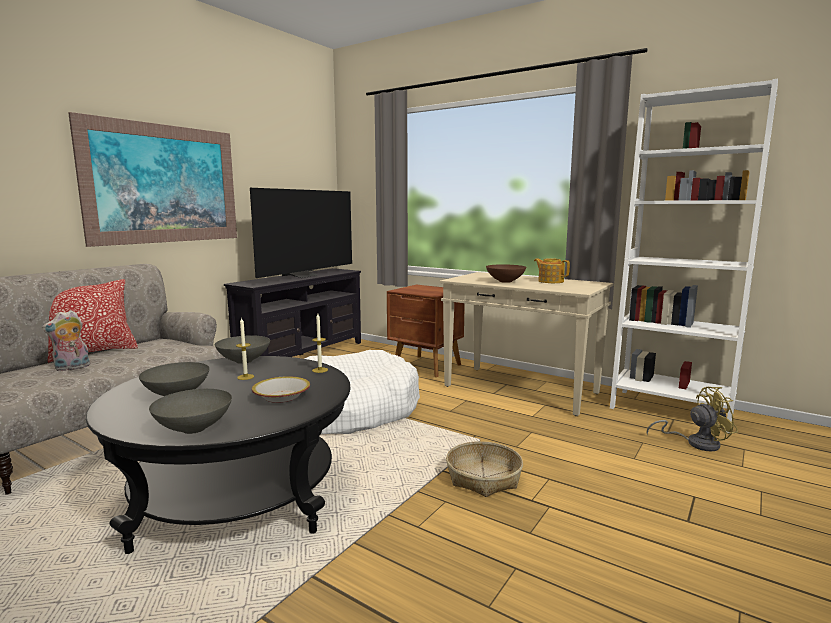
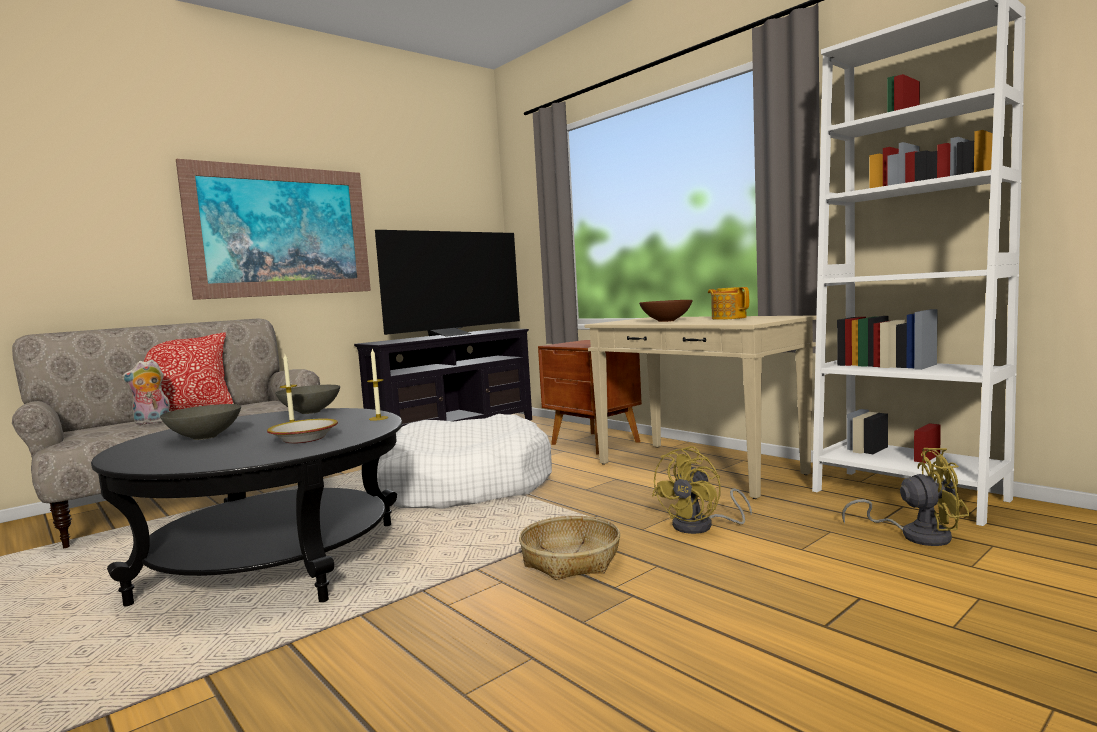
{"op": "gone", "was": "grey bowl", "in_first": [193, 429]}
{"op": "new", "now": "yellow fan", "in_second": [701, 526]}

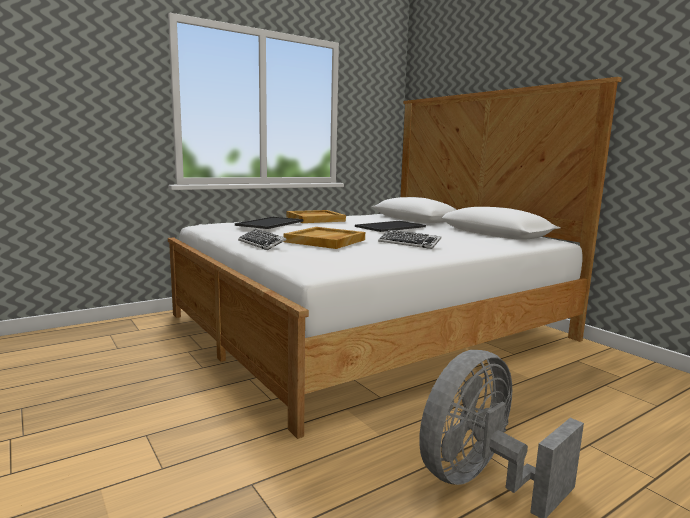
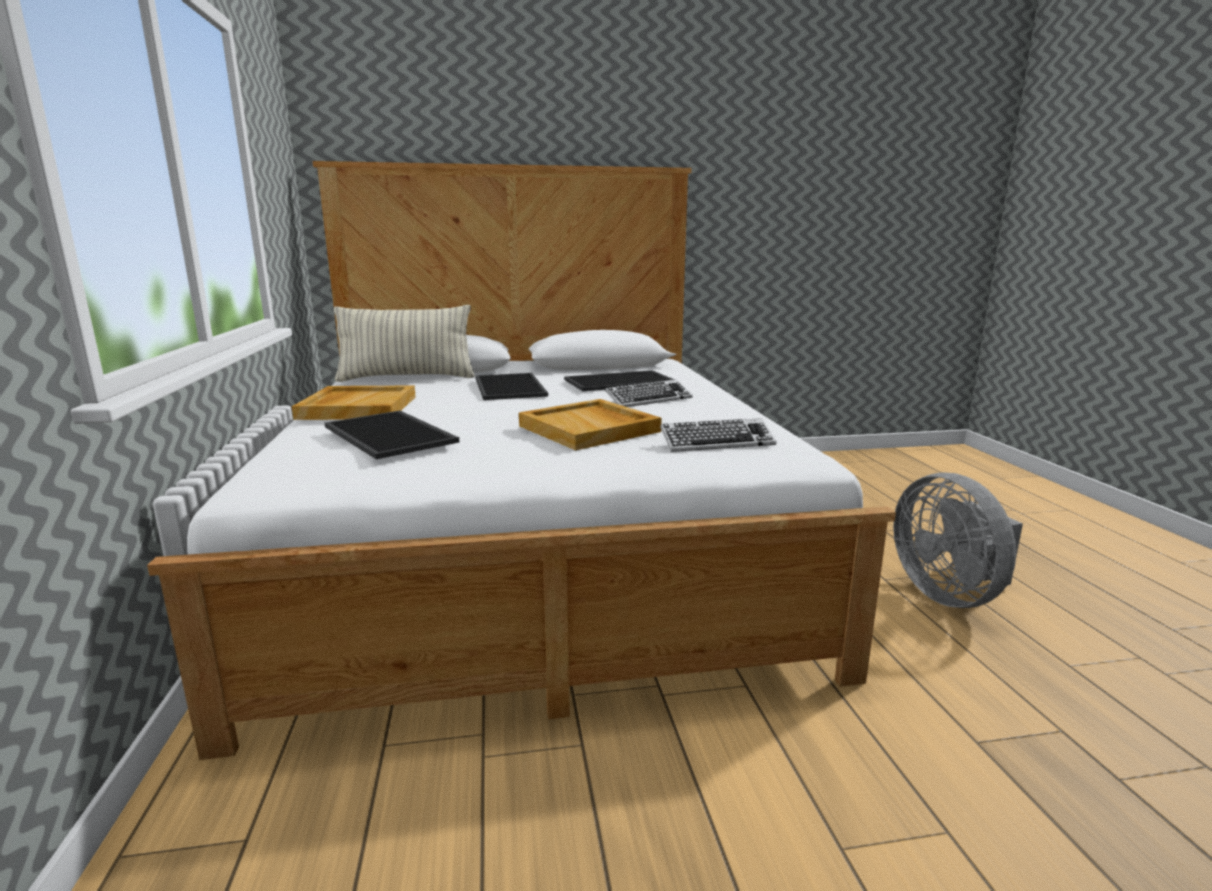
{"op": "shifted", "was": "keyboard", "in_first": [262, 244], "in_second": [717, 442]}
{"op": "new", "now": "pillow", "in_second": [407, 378]}
{"op": "new", "now": "tray", "in_second": [620, 381]}

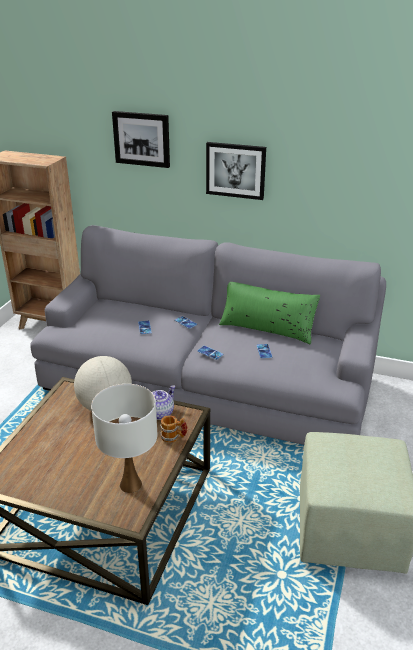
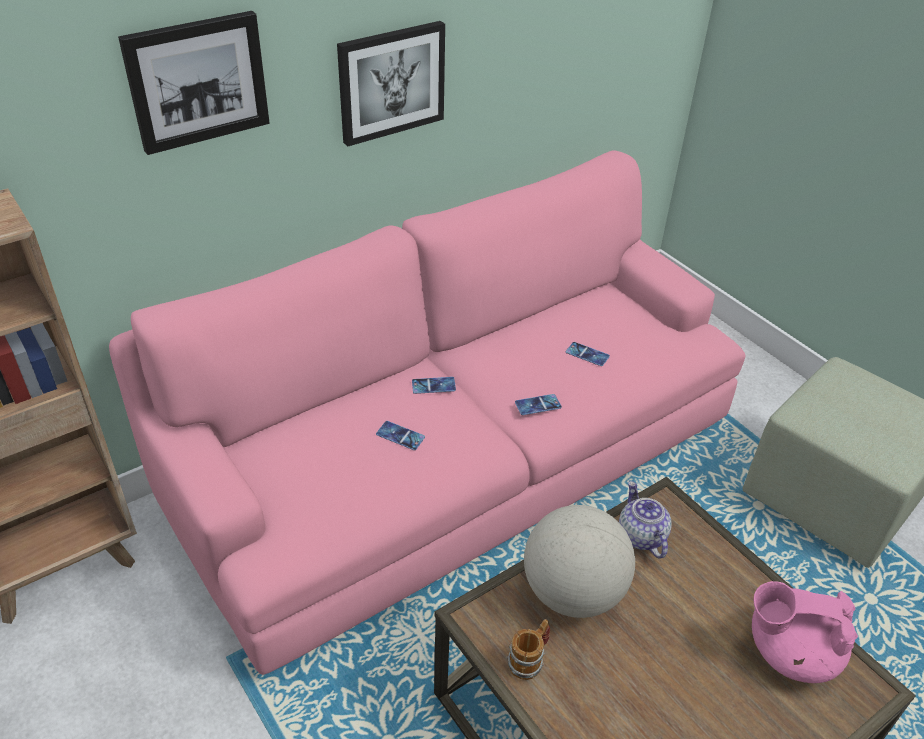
{"op": "repainted", "was": "grey sofa", "now": "pink sofa", "in_first": [207, 384], "in_second": [457, 459]}
{"op": "swapped", "was": "white table lamp", "now": "pink teapot", "in_first": [131, 484], "in_second": [789, 652]}
{"op": "shifted", "was": "mug", "in_first": [173, 437], "in_second": [529, 659]}
{"op": "gone", "was": "green pillow", "in_first": [267, 328]}

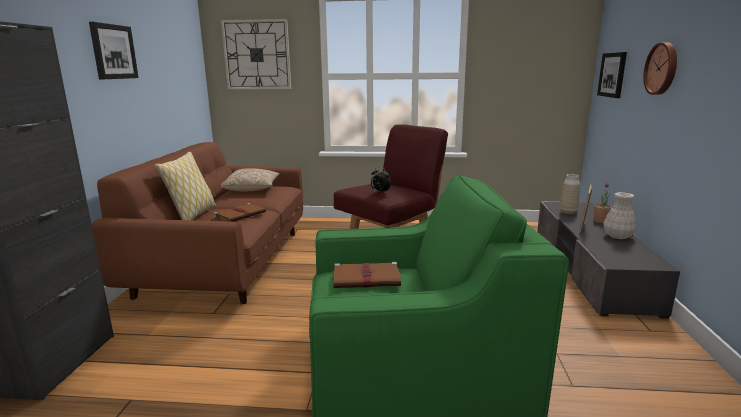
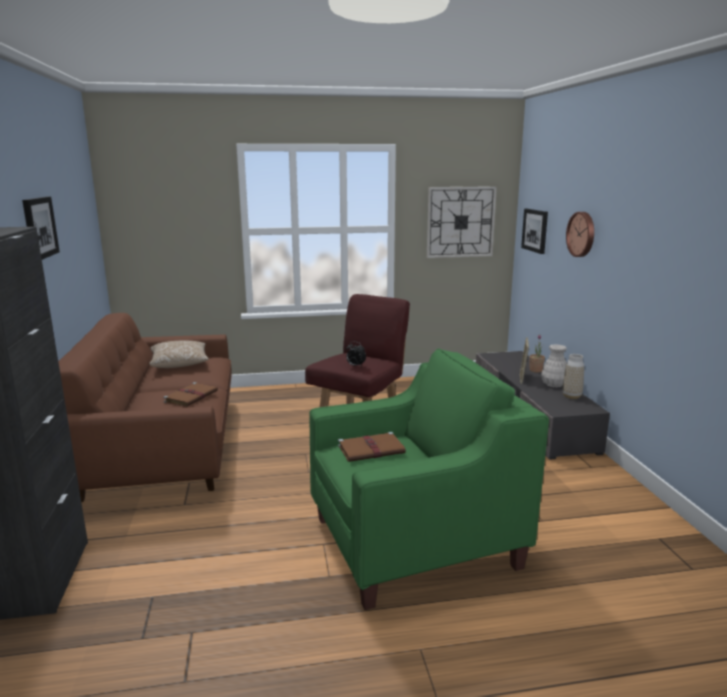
{"op": "gone", "was": "pillow", "in_first": [192, 215]}
{"op": "shifted", "was": "wall clock", "in_first": [257, 55], "in_second": [460, 222]}
{"op": "shifted", "was": "vase", "in_first": [568, 212], "in_second": [571, 396]}

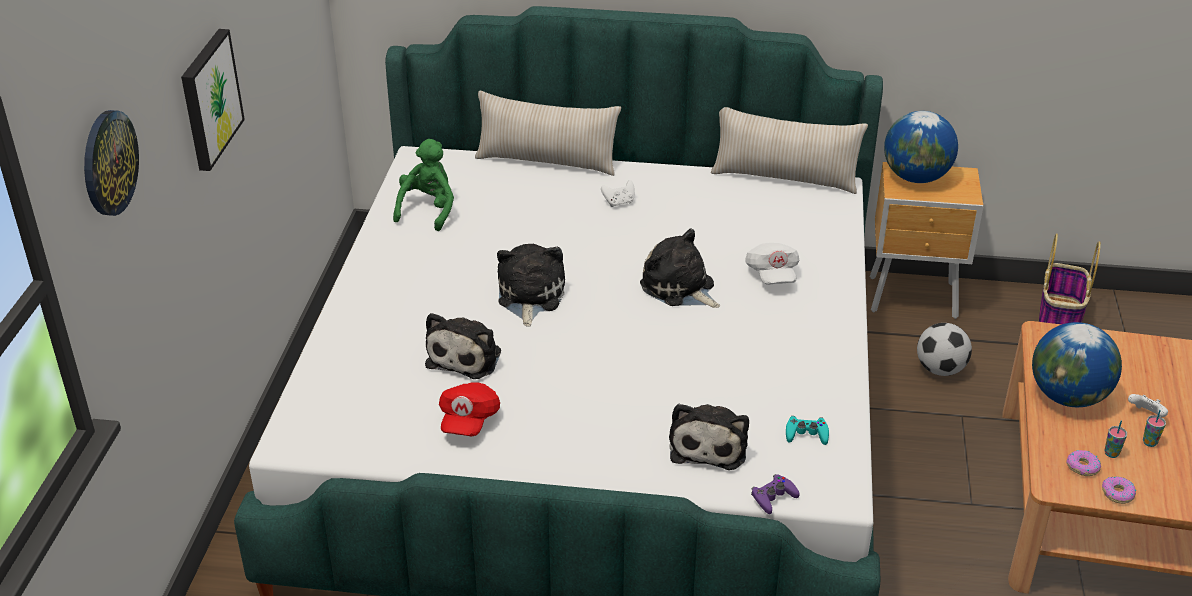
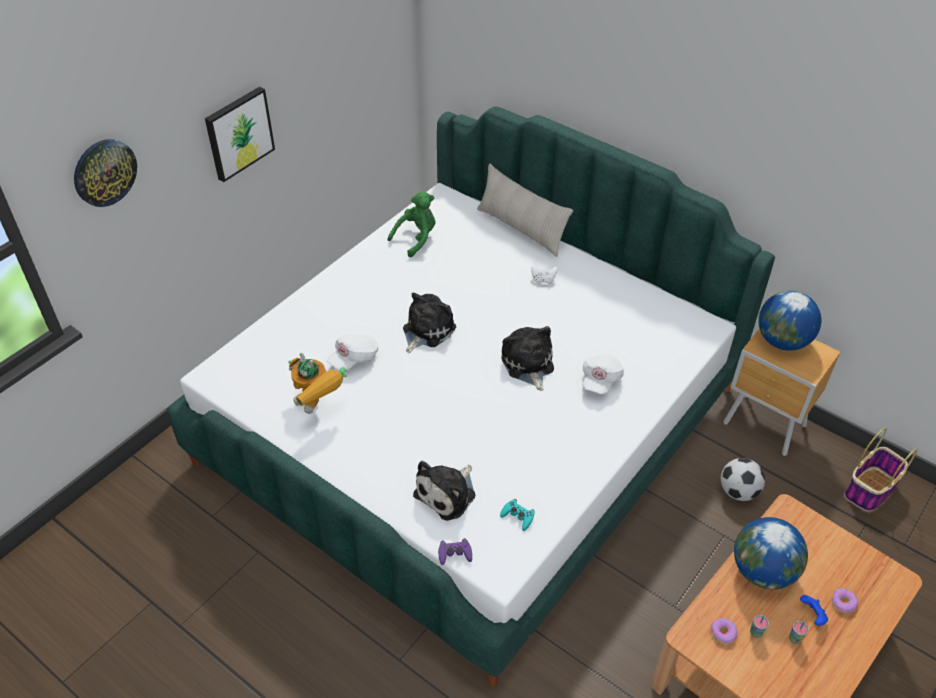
{"op": "swapped", "was": "plush toy", "now": "white cap", "in_first": [466, 356], "in_second": [354, 359]}
{"op": "swapped", "was": "red cap", "now": "toy robot", "in_first": [468, 420], "in_second": [318, 406]}
{"op": "gone", "was": "beige pillow", "in_first": [784, 178]}
{"op": "shifted", "was": "donut", "in_first": [1117, 493], "in_second": [843, 602]}
{"op": "repainted", "was": "white game controller", "now": "blue game controller", "in_first": [1146, 415], "in_second": [812, 615]}

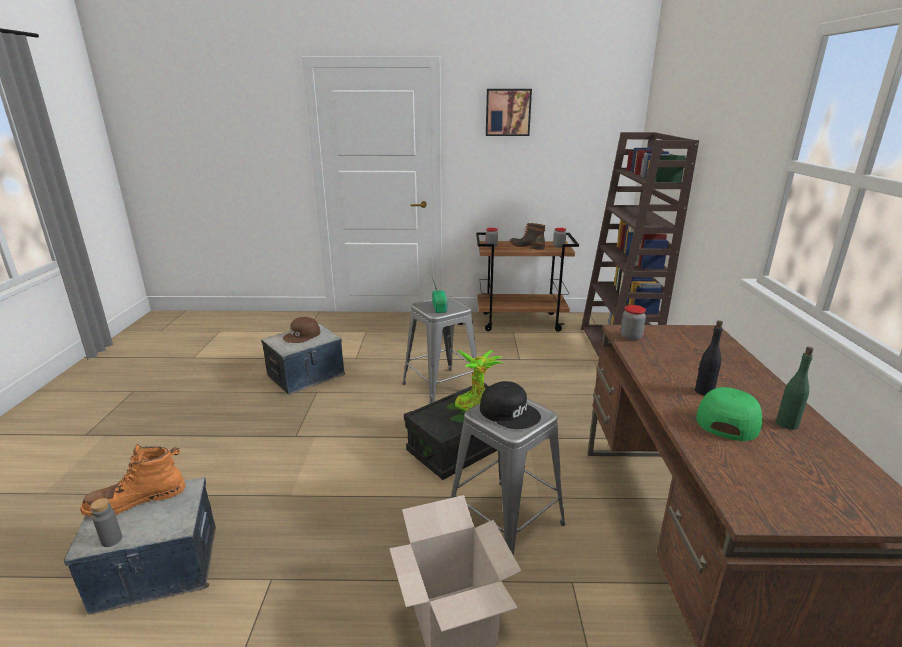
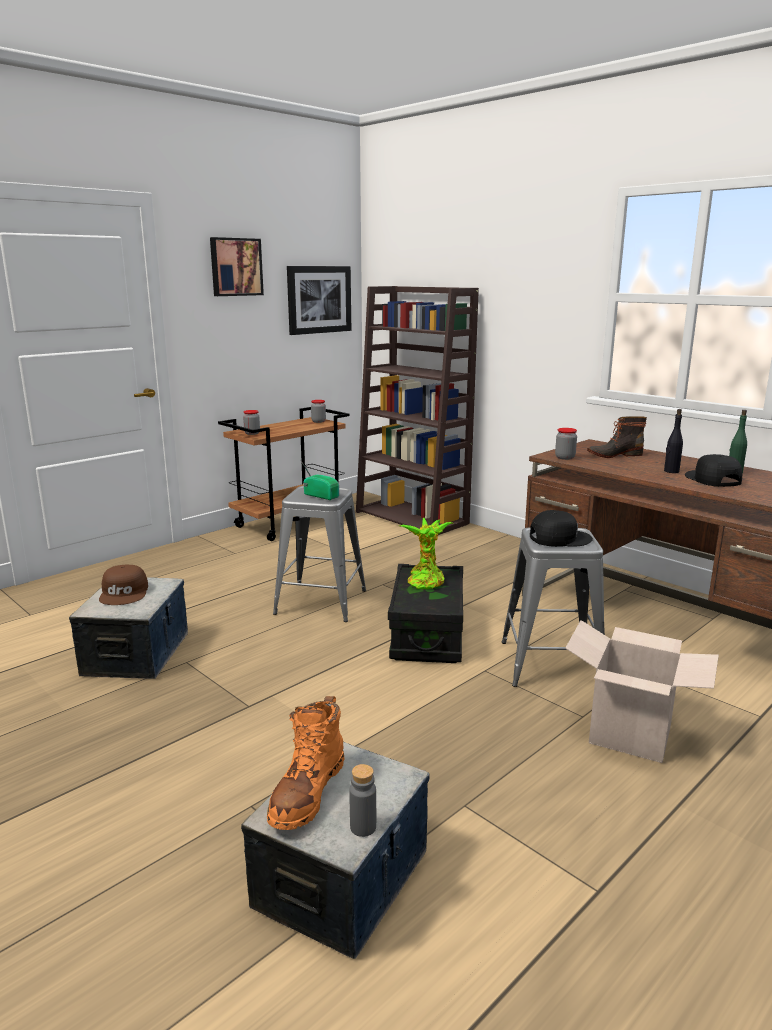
{"op": "shifted", "was": "boot", "in_first": [527, 246], "in_second": [614, 455]}
{"op": "repainted", "was": "green cap", "now": "black cap", "in_first": [726, 419], "in_second": [711, 479]}
{"op": "new", "now": "picture", "in_second": [319, 299]}

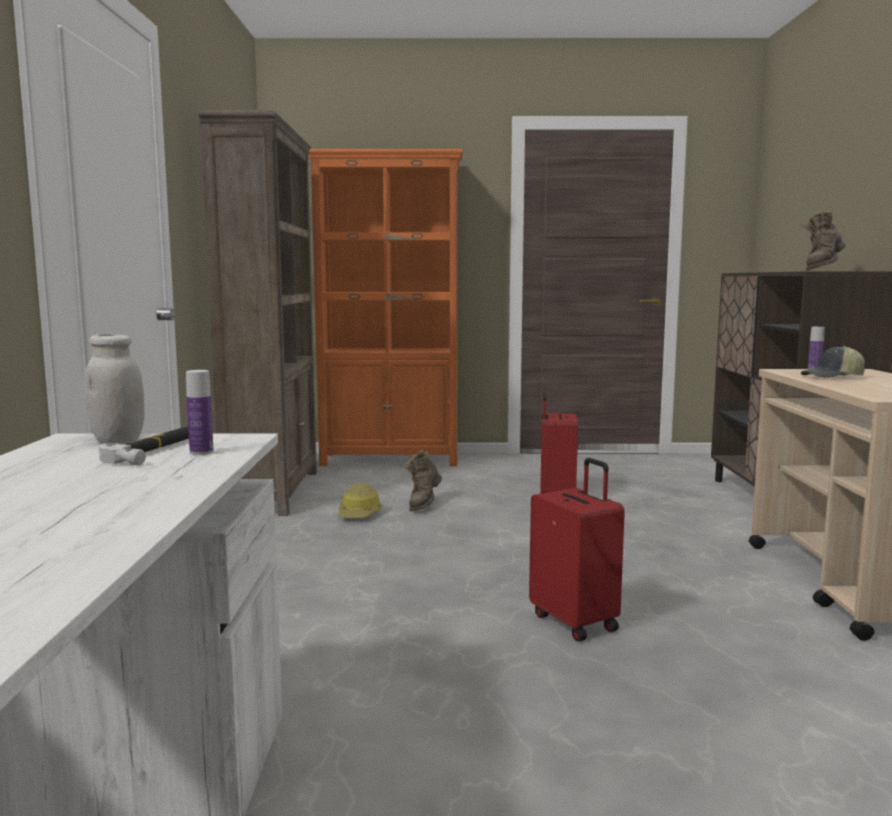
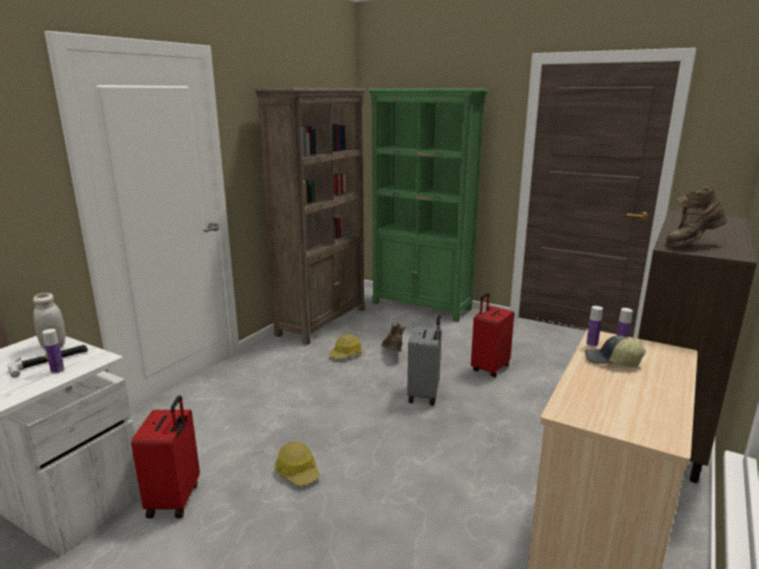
{"op": "repainted", "was": "orange bookcase", "now": "green bookcase", "in_first": [391, 460], "in_second": [422, 306]}
{"op": "rotated", "was": "brown boot", "in_first": [423, 504], "in_second": [393, 354], "clockwise": 120}
{"op": "shifted", "was": "red suitcase", "in_first": [576, 622], "in_second": [175, 500]}
{"op": "new", "now": "hard hat", "in_second": [298, 471]}
{"op": "new", "now": "grey suitcase", "in_second": [424, 394]}
{"op": "new", "now": "bottle", "in_second": [592, 344]}

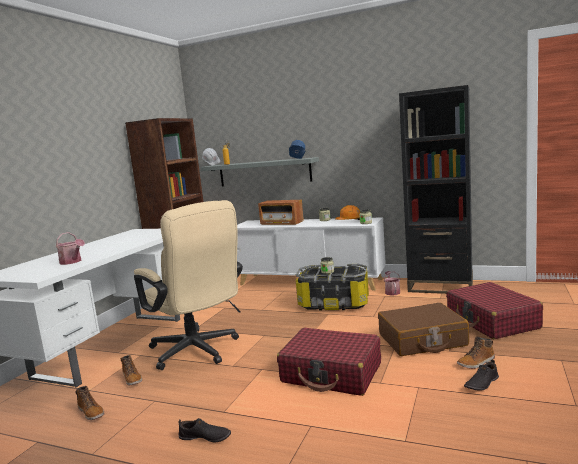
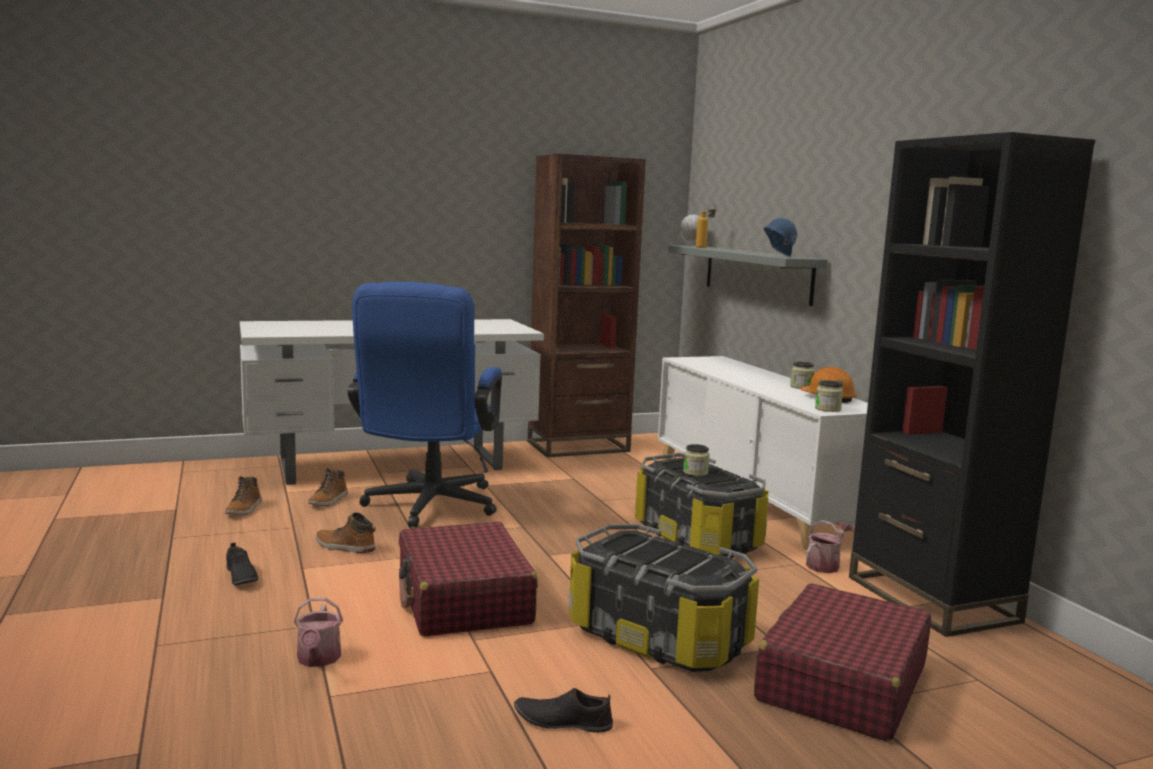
{"op": "shifted", "was": "watering can", "in_first": [72, 262], "in_second": [318, 660]}
{"op": "repainted", "was": "beige office chair", "now": "blue office chair", "in_first": [198, 352], "in_second": [428, 508]}
{"op": "gone", "was": "radio", "in_first": [281, 223]}
{"op": "swapped", "was": "brown suitcase", "now": "storage box", "in_first": [422, 340], "in_second": [659, 637]}
{"op": "shifted", "was": "boot", "in_first": [476, 363], "in_second": [344, 547]}

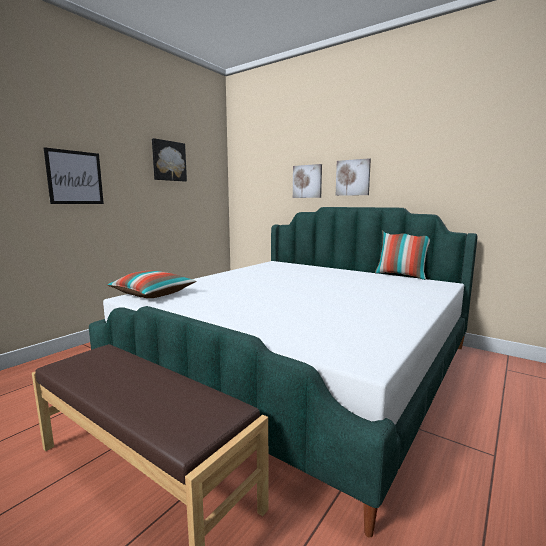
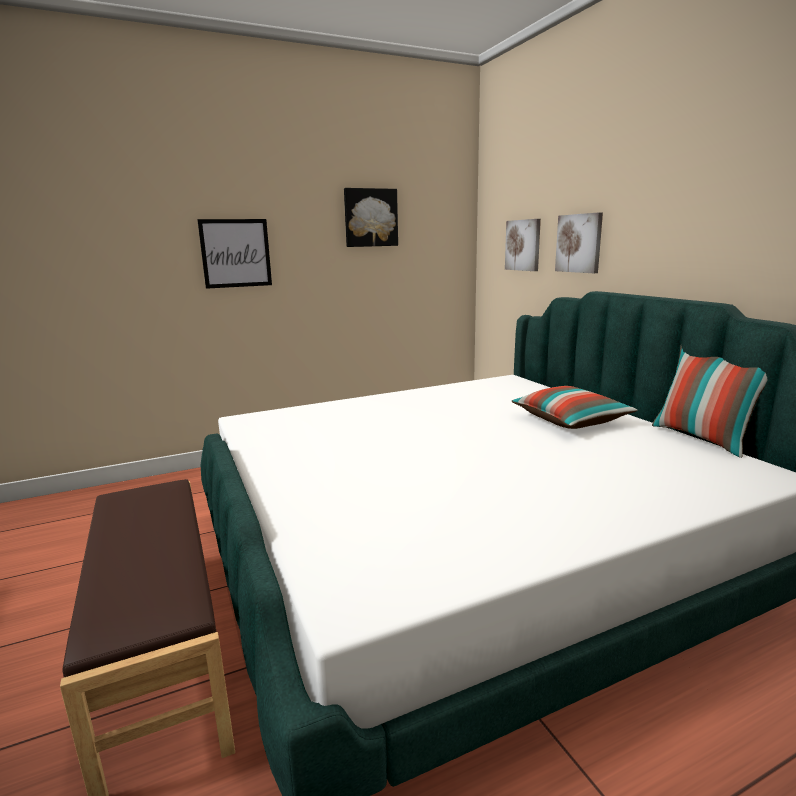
{"op": "shifted", "was": "pillow", "in_first": [153, 294], "in_second": [570, 421]}
{"op": "shifted", "was": "picture", "in_first": [353, 177], "in_second": [523, 245]}

